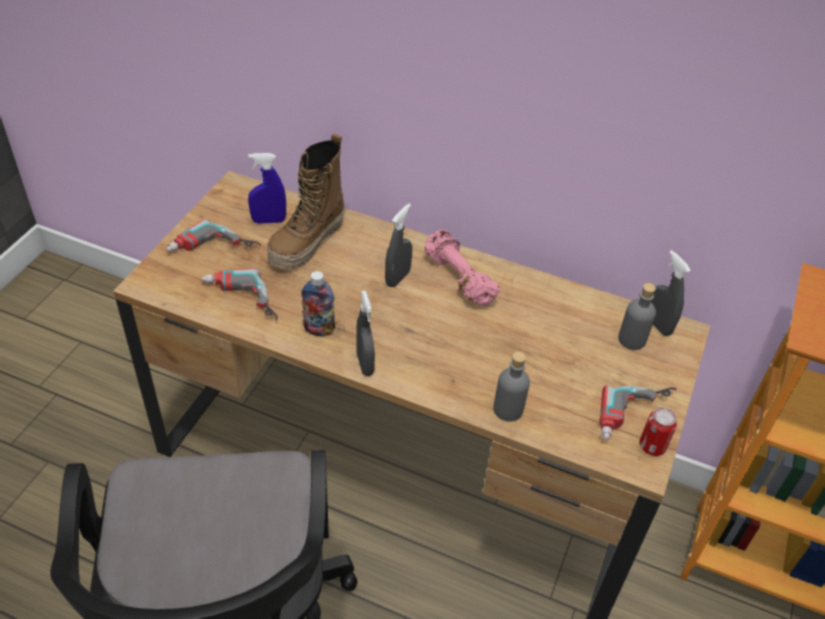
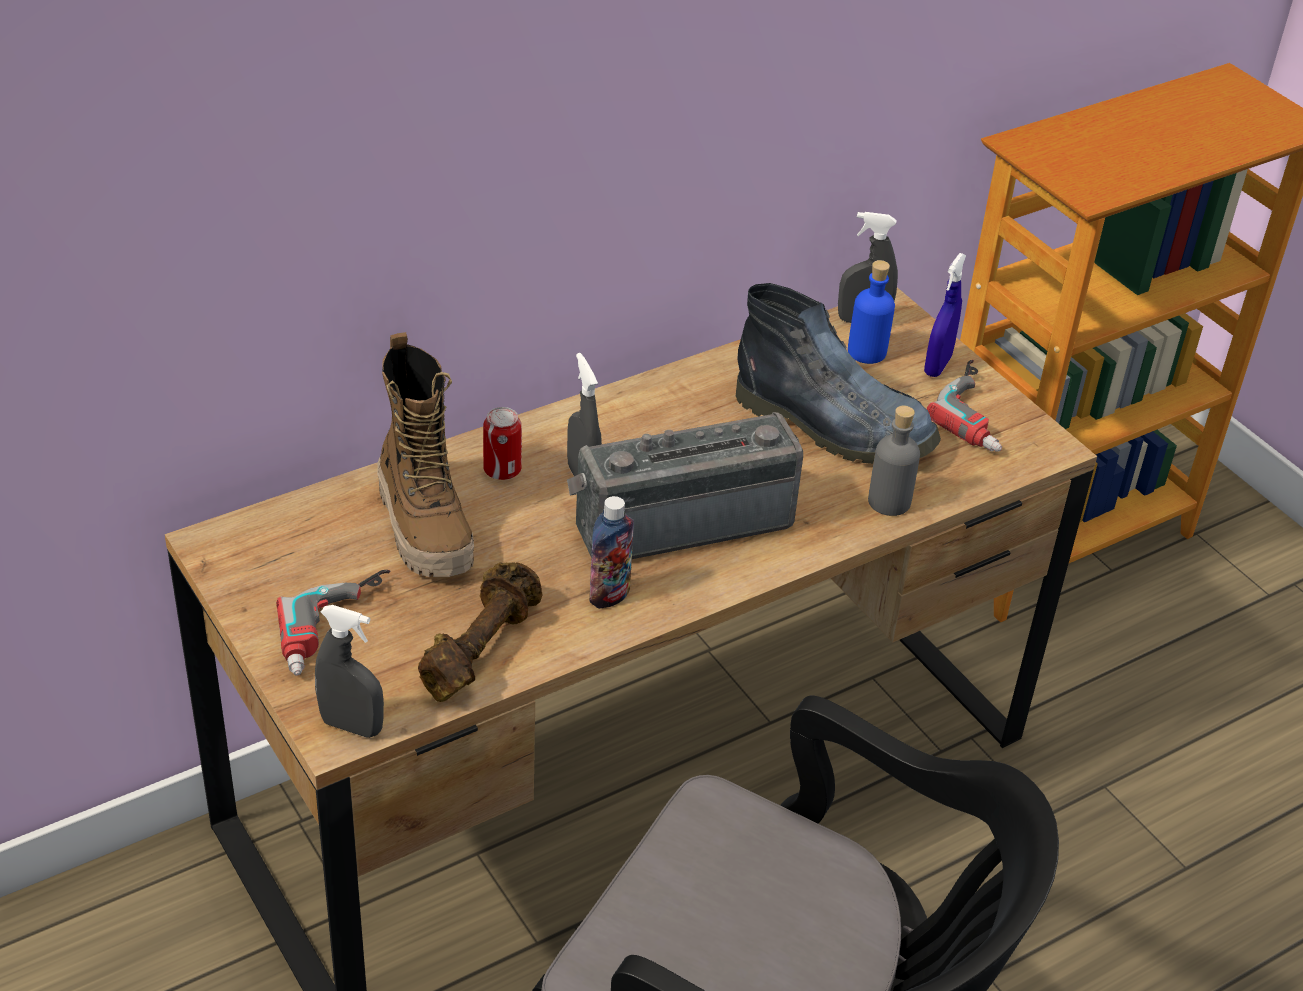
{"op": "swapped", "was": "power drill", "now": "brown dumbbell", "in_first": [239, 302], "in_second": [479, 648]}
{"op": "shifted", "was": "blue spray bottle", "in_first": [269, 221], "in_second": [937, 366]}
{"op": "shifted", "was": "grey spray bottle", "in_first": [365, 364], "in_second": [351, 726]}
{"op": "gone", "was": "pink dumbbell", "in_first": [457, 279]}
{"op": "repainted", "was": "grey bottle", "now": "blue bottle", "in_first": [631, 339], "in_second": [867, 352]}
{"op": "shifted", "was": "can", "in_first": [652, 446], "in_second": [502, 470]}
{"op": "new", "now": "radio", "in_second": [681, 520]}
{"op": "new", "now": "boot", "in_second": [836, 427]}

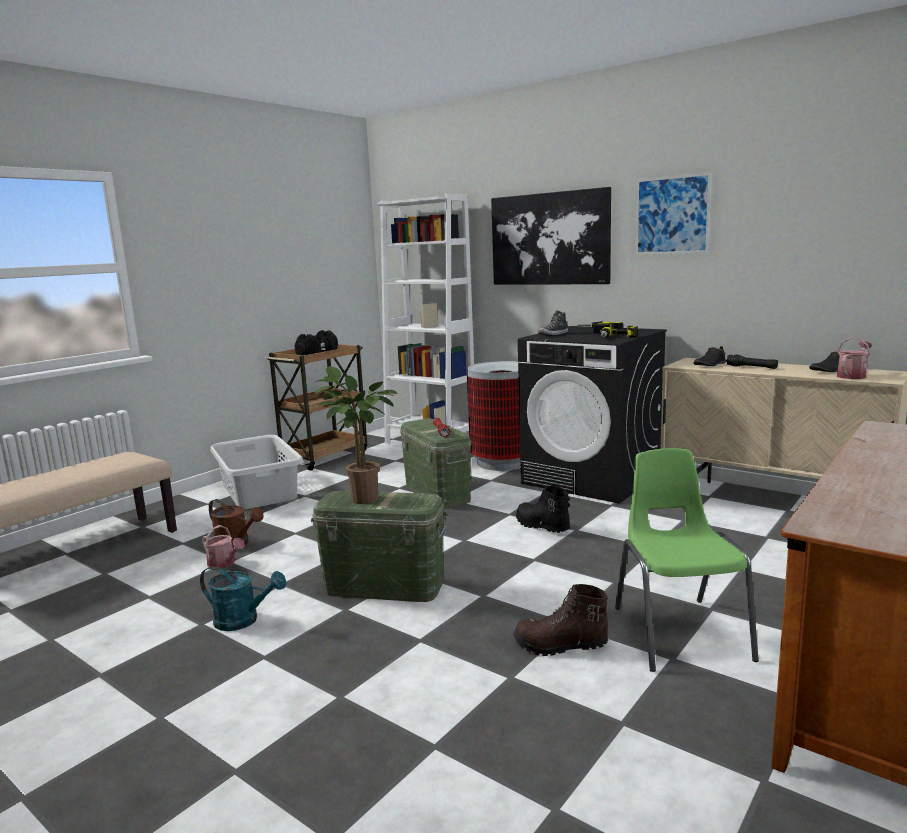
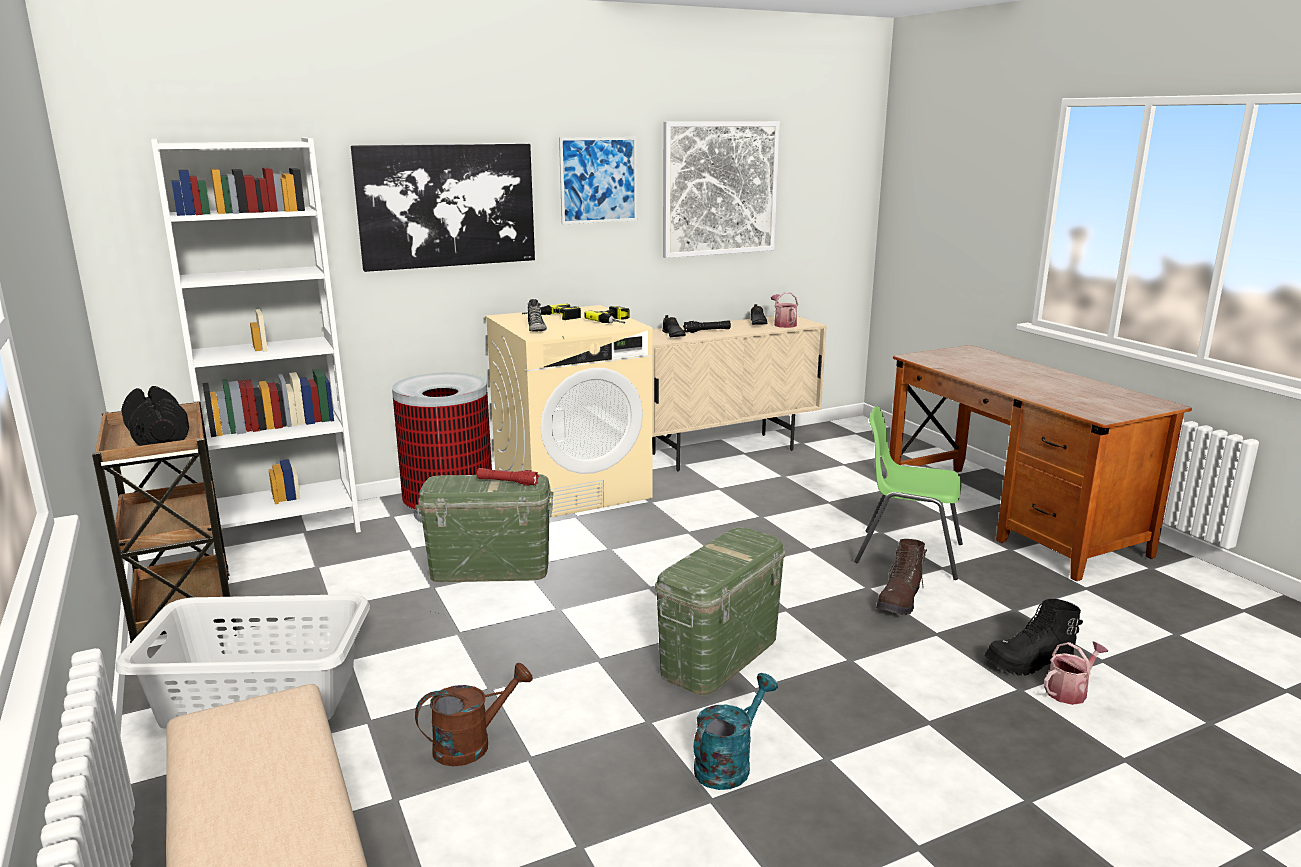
{"op": "shifted", "was": "watering can", "in_first": [224, 563], "in_second": [1070, 691]}
{"op": "gone", "was": "potted plant", "in_first": [360, 500]}
{"op": "shifted", "was": "black boot", "in_first": [541, 526], "in_second": [1029, 663]}
{"op": "repainted", "was": "black washing machine", "now": "beige washing machine", "in_first": [592, 478], "in_second": [572, 488]}
{"op": "new", "now": "picture", "in_second": [720, 188]}

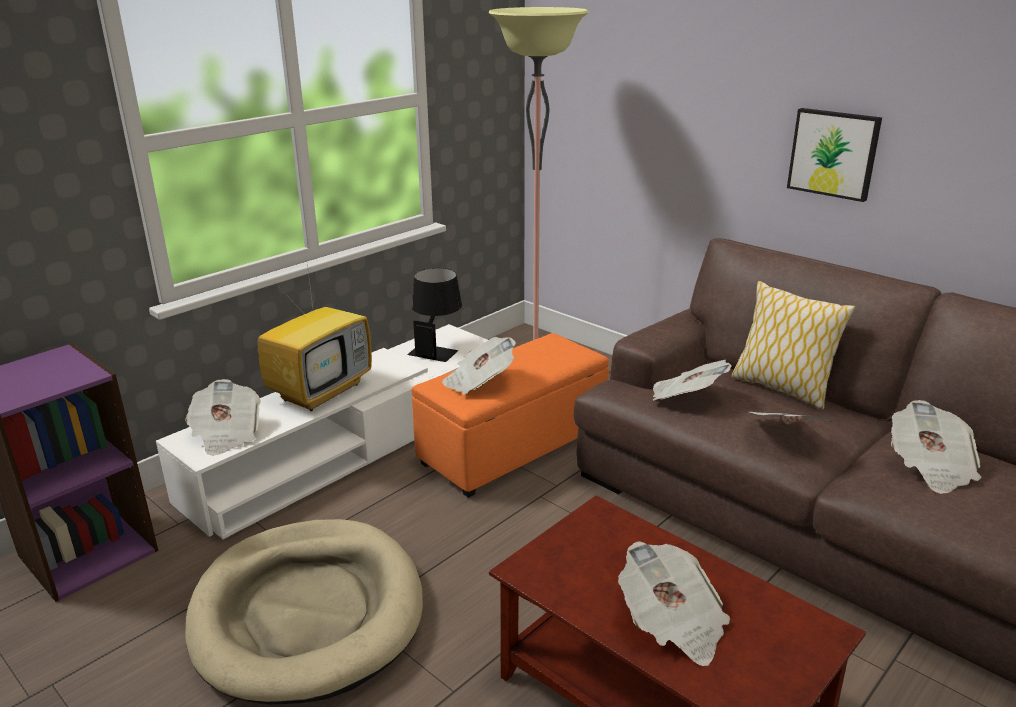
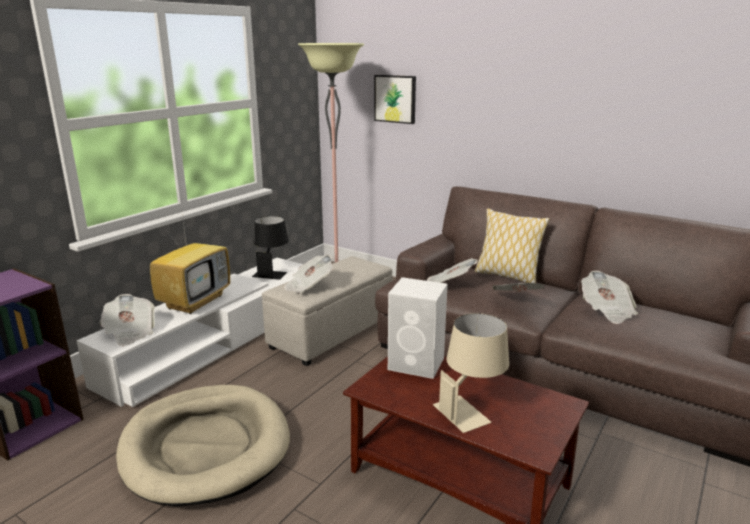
{"op": "repainted", "was": "orange ottoman", "now": "beige ottoman", "in_first": [512, 447], "in_second": [331, 333]}
{"op": "swapped", "was": "newspaper", "now": "beige table lamp", "in_first": [672, 624], "in_second": [470, 409]}
{"op": "shifted", "was": "picture", "in_first": [834, 153], "in_second": [395, 99]}
{"op": "new", "now": "white speaker", "in_second": [417, 364]}

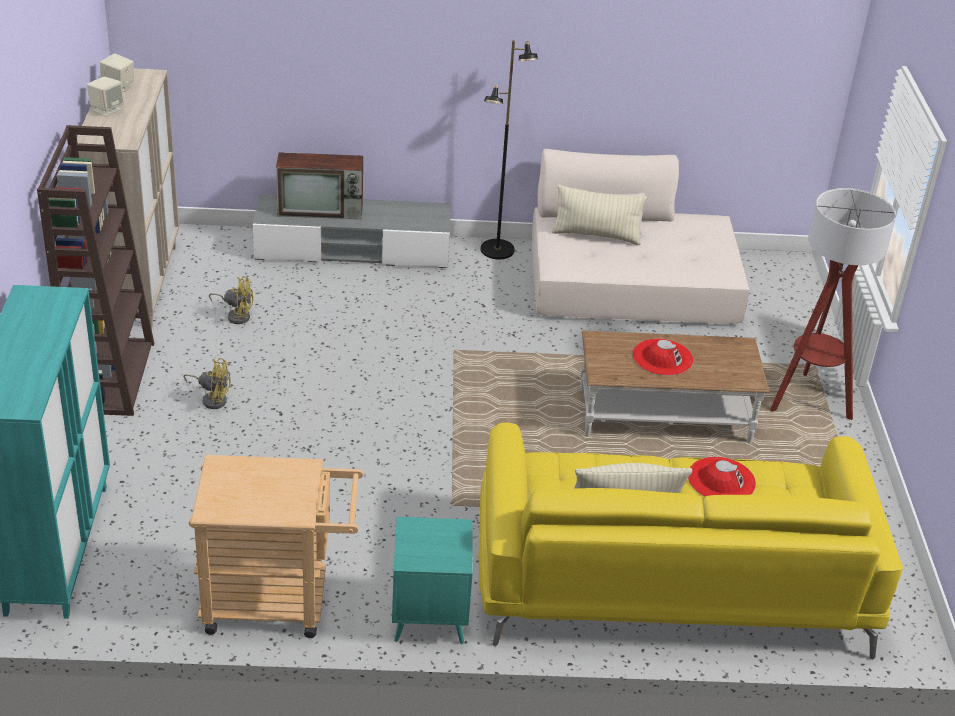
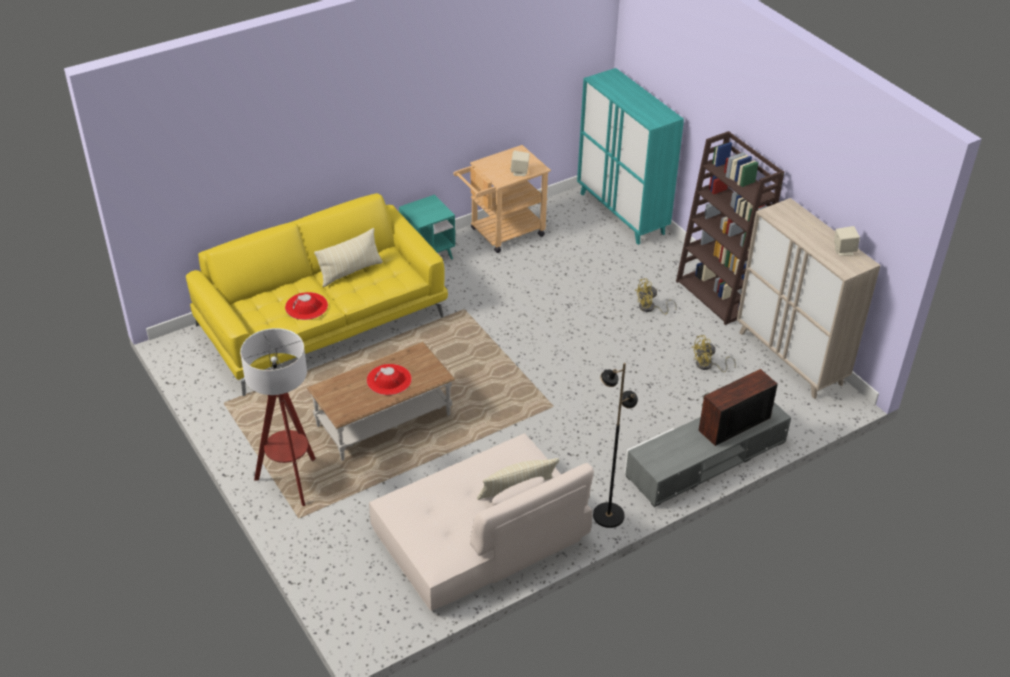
{"op": "shifted", "was": "beige speaker", "in_first": [107, 109], "in_second": [520, 172]}

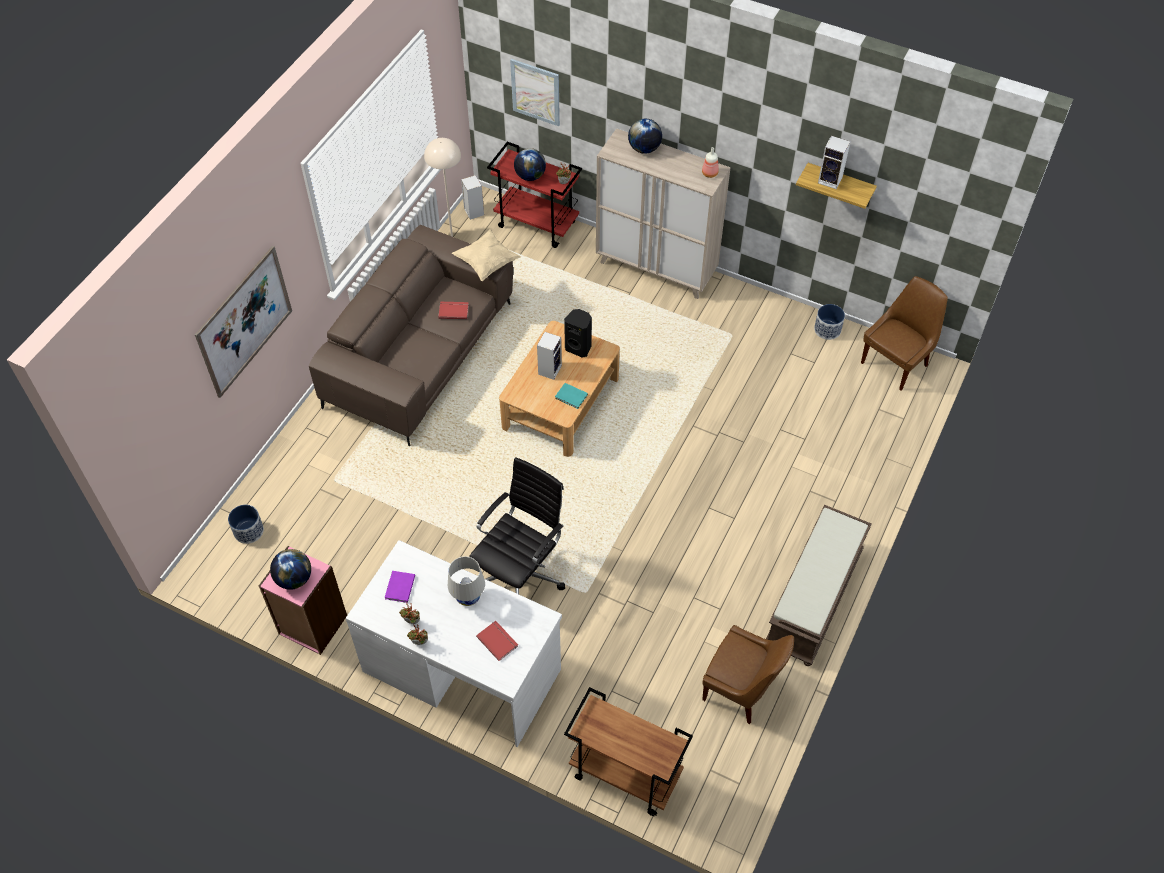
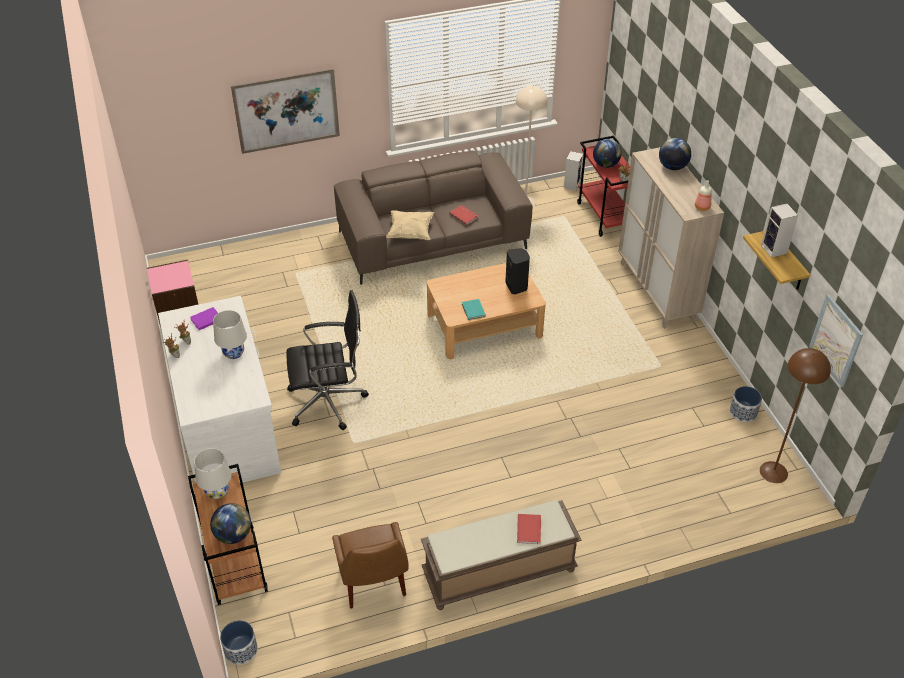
{"op": "shifted", "was": "planter", "in_first": [248, 531], "in_second": [240, 650]}
{"op": "shifted", "was": "globe", "in_first": [294, 579], "in_second": [233, 535]}
{"op": "shifted", "was": "beige pillow", "in_first": [487, 263], "in_second": [410, 233]}
{"op": "shifted", "was": "red book", "in_first": [498, 640], "in_second": [530, 529]}
{"op": "shifted", "was": "picture", "in_first": [535, 92], "in_second": [836, 340]}
{"op": "gone", "was": "speaker", "in_first": [549, 369]}
{"op": "swapped", "was": "brown chair", "now": "brown floor lamp", "in_first": [896, 363], "in_second": [774, 472]}
{"op": "new", "now": "white table lamp", "in_second": [217, 492]}

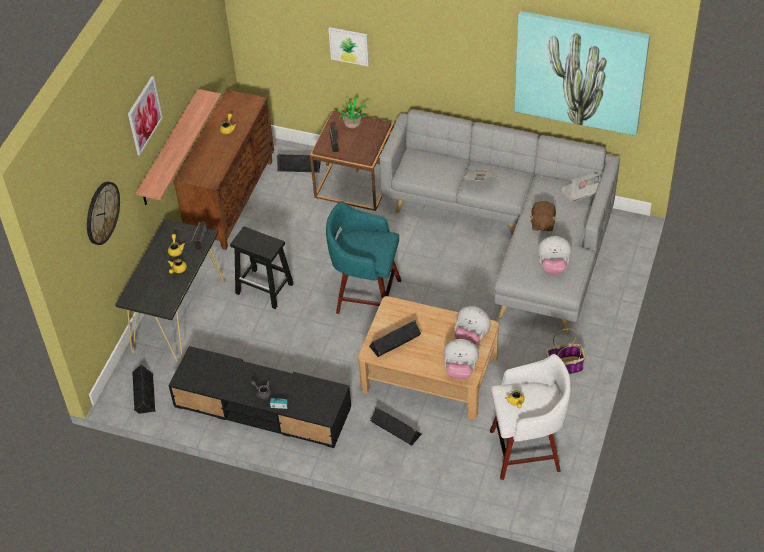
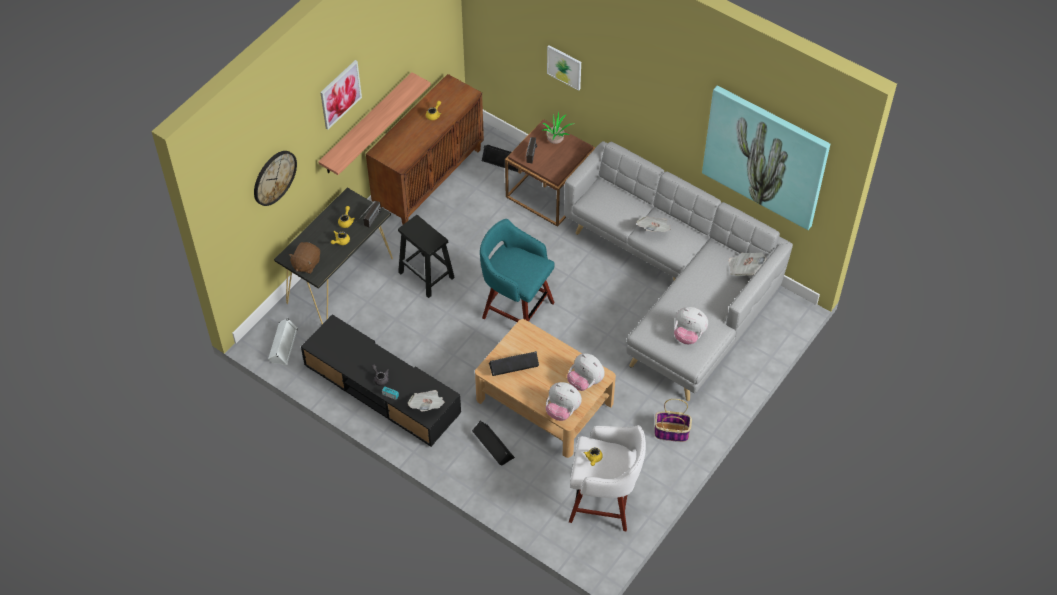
{"op": "repainted", "was": "black speaker", "now": "white speaker", "in_first": [143, 393], "in_second": [282, 345]}
{"op": "shifted", "was": "brown plush toy", "in_first": [542, 223], "in_second": [306, 264]}
{"op": "new", "now": "newspaper", "in_second": [427, 405]}

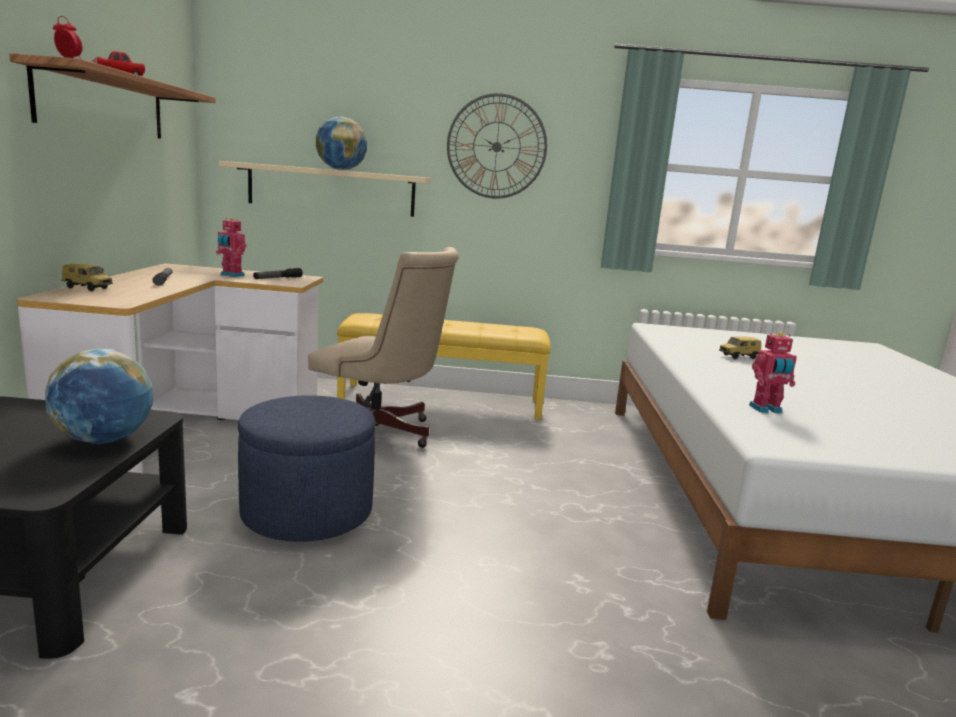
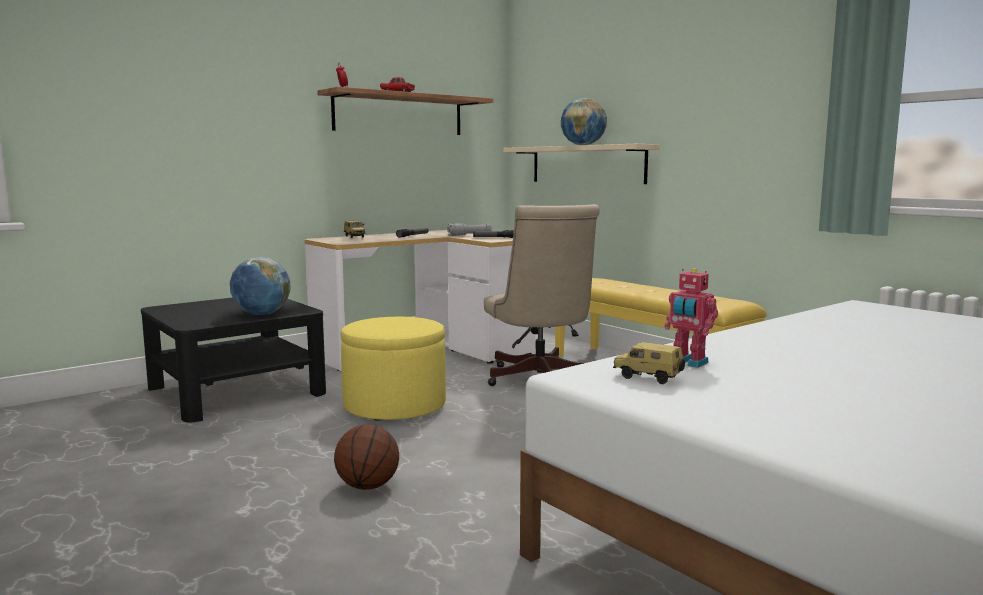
{"op": "swapped", "was": "toy robot", "now": "grey flashlight", "in_first": [231, 275], "in_second": [469, 235]}
{"op": "repainted", "was": "blue ottoman", "now": "yellow ottoman", "in_first": [307, 512], "in_second": [395, 406]}
{"op": "gone", "was": "wall clock", "in_first": [496, 146]}
{"op": "shifted", "was": "toy car", "in_first": [739, 357], "in_second": [647, 378]}
{"op": "new", "now": "basketball", "in_second": [367, 486]}

